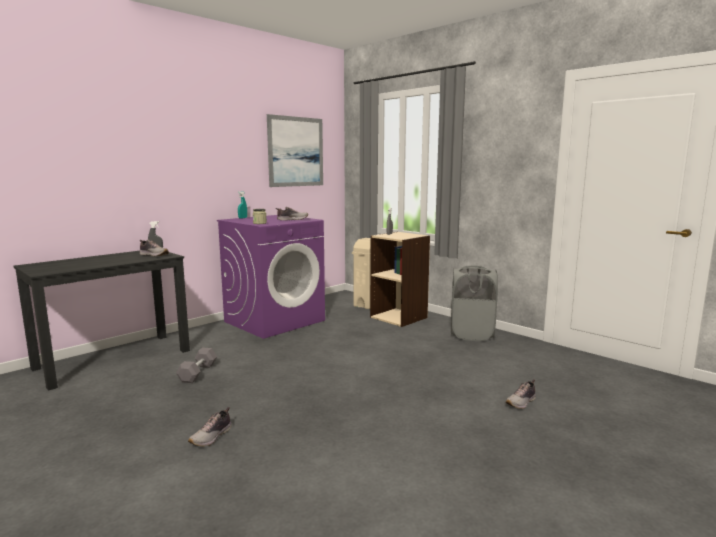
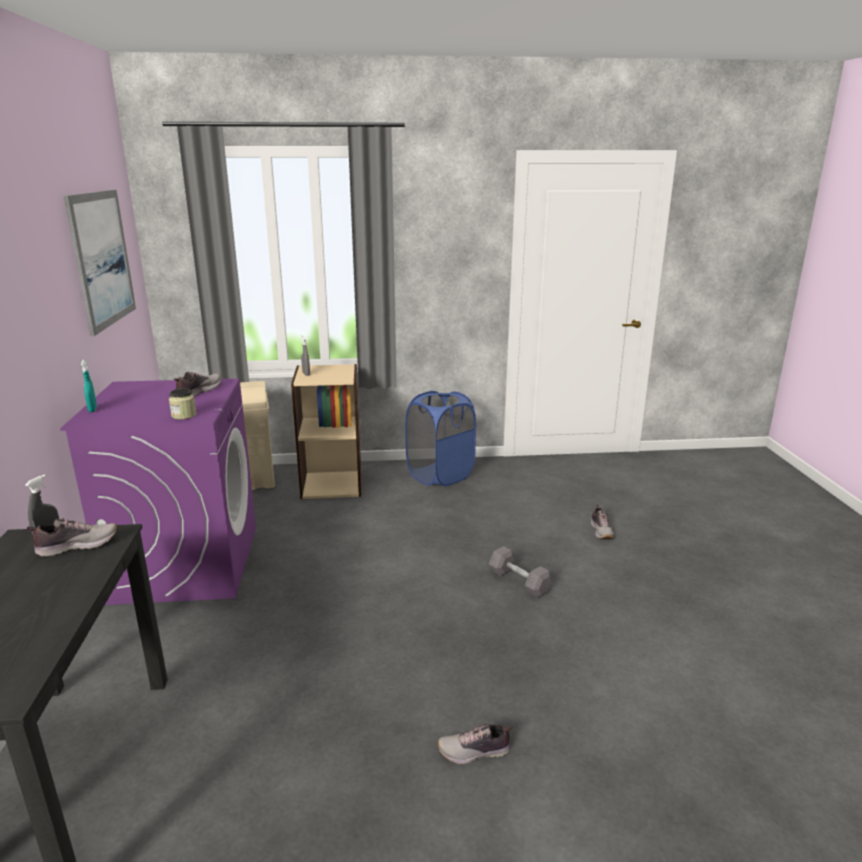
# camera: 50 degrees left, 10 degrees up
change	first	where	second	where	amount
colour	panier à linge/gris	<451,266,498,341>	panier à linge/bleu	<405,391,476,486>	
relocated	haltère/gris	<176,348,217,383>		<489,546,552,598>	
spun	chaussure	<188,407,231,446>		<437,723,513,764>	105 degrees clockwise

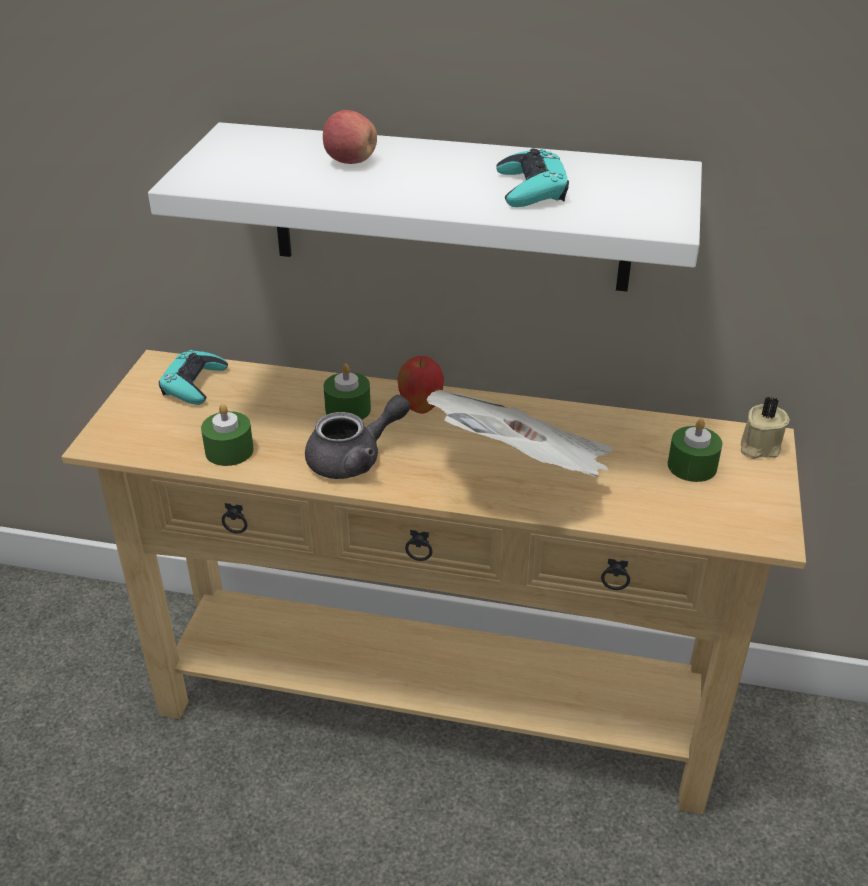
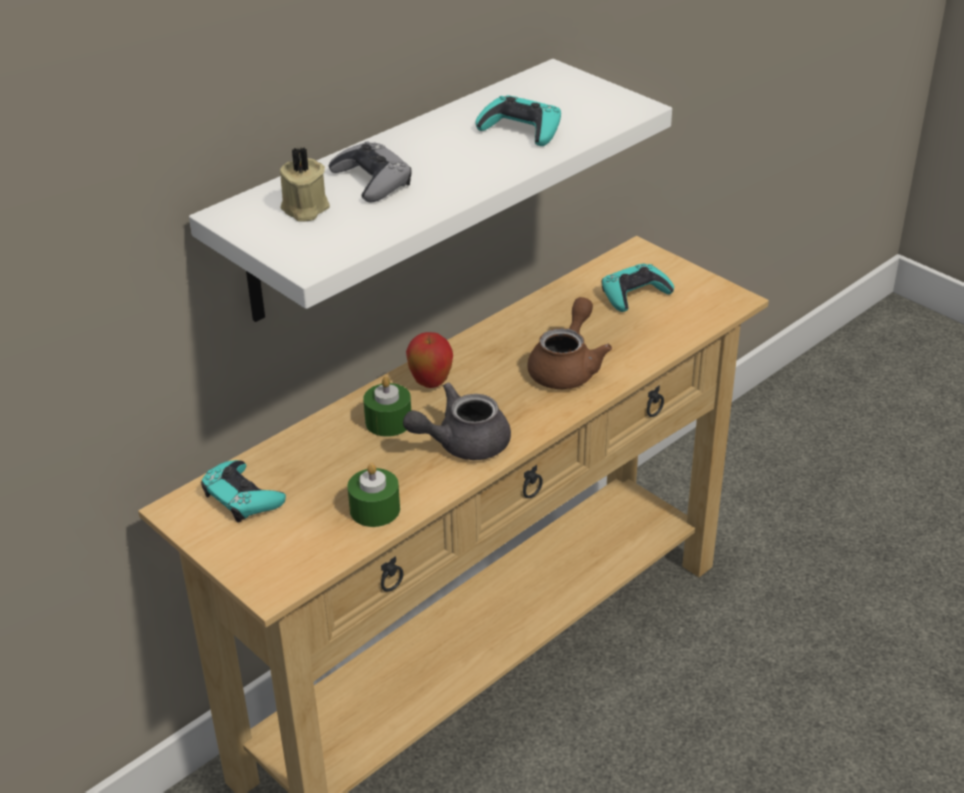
# camera: 55 degrees left, 0 degrees up
change	first	where	second	where	amount
exchanged	pomme	<323,110,377,164>	manette/gris	<329,142,411,203>	
exchanged	journal	<427,390,613,477>	théière/marron	<528,297,612,389>	
spun	théière/gris	<305,395,410,479>		<403,382,511,460>	120 degrees counterclockwise
relocated	bougie/beige	<741,397,790,459>		<280,147,330,222>	
exchanged	bougie/vert	<668,419,722,482>	manette/turquoise	<602,264,674,312>	

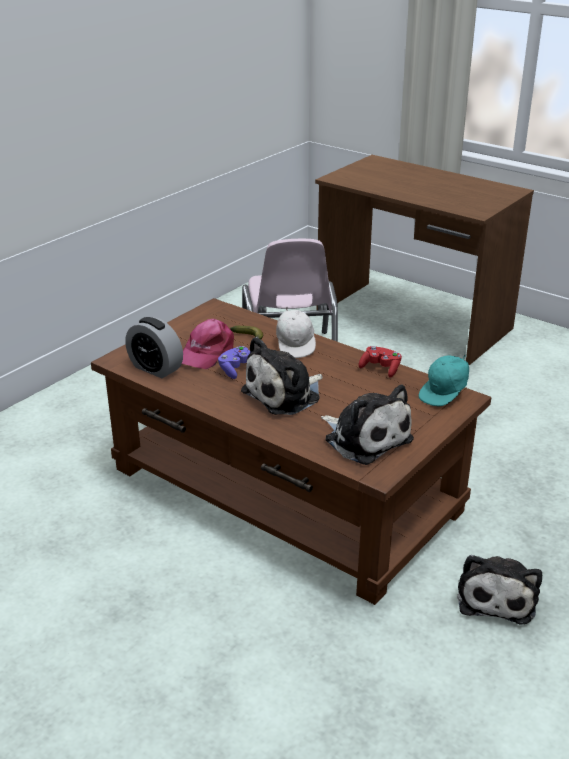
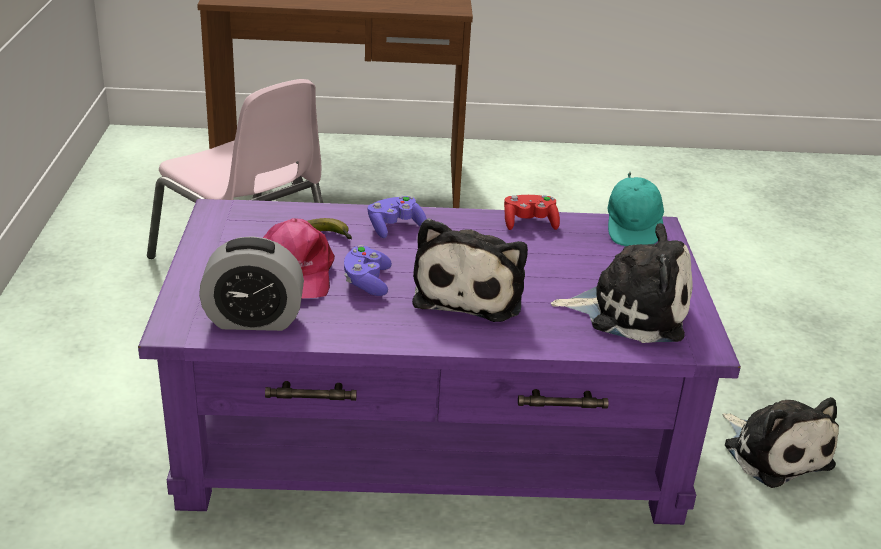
# camera: 40 degrees left, 0 degrees up
change	first	where	second	where	amount
colour	table basse/marron	<91,298,491,605>	table basse/violet	<138,199,741,525>	
exchanged	casquette/blanc	<276,307,316,358>	manette/violet	<367,196,427,238>	

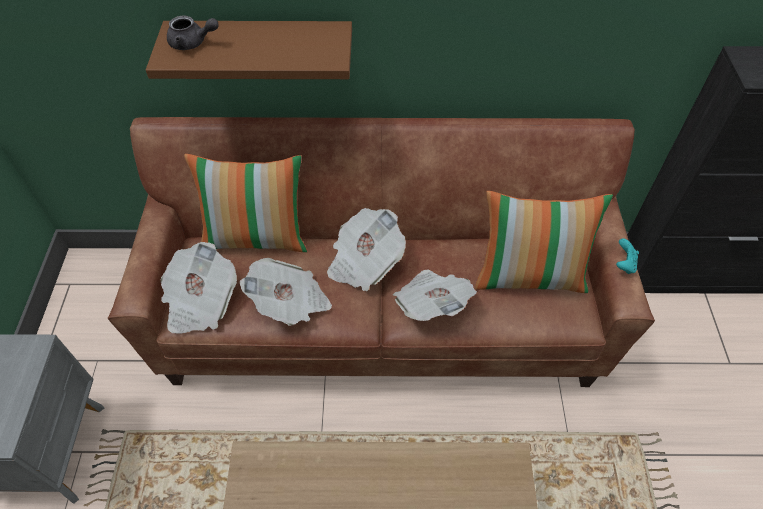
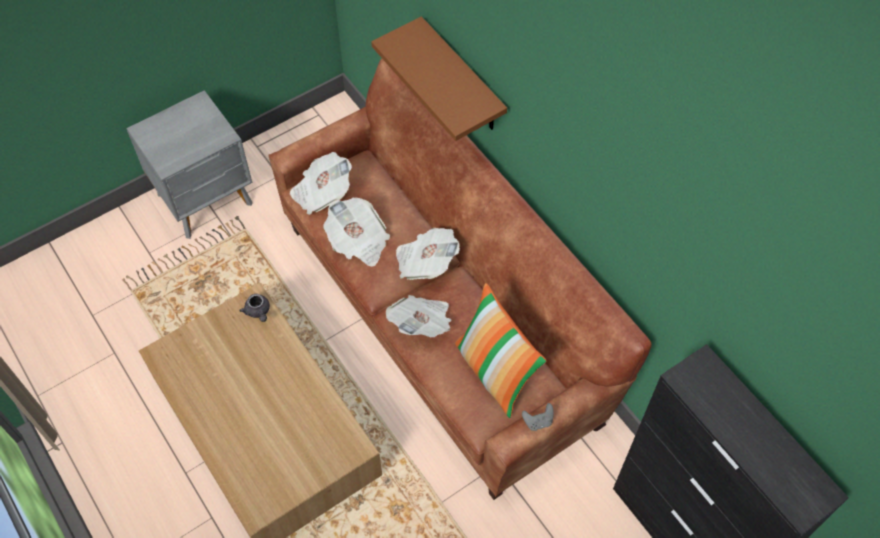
# camera: 55 degrees right, 5 degrees up
change	first	where	second	where	amount
relocated	théière/gris	<167,16,219,50>		<239,294,270,322>	
missing	coussin	<184,154,307,252>			
colour	manette/turquoise	<616,238,639,274>	manette/gris	<522,403,554,431>	

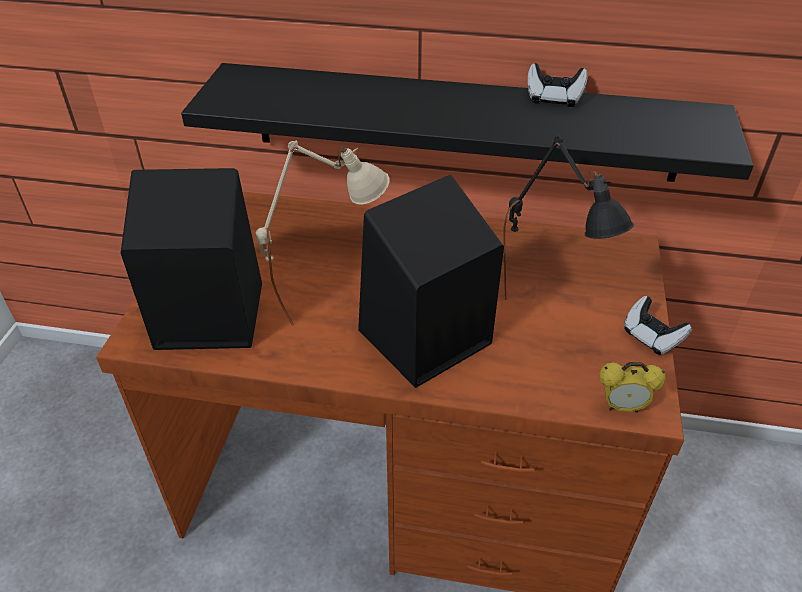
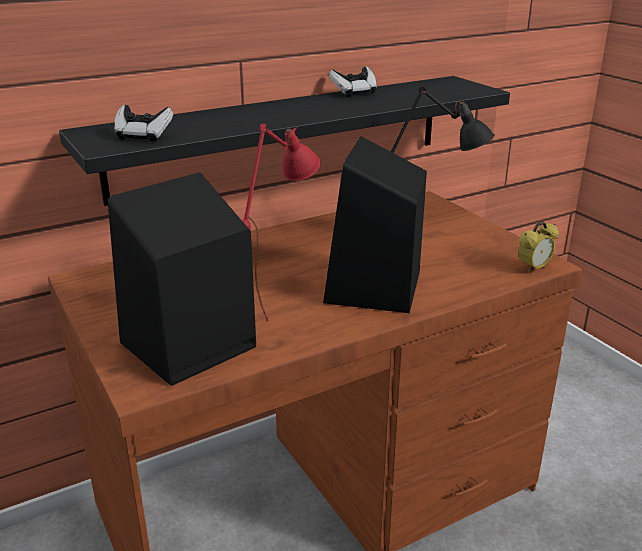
# camera: 40 degrees left, 15 degrees down
change	first	where	second	where	amount
colour	lampe de table/beige	<256,141,389,325>	lampe de table/rouge	<242,123,321,322>	
relocated	manette	<624,296,692,355>		<114,105,173,142>	

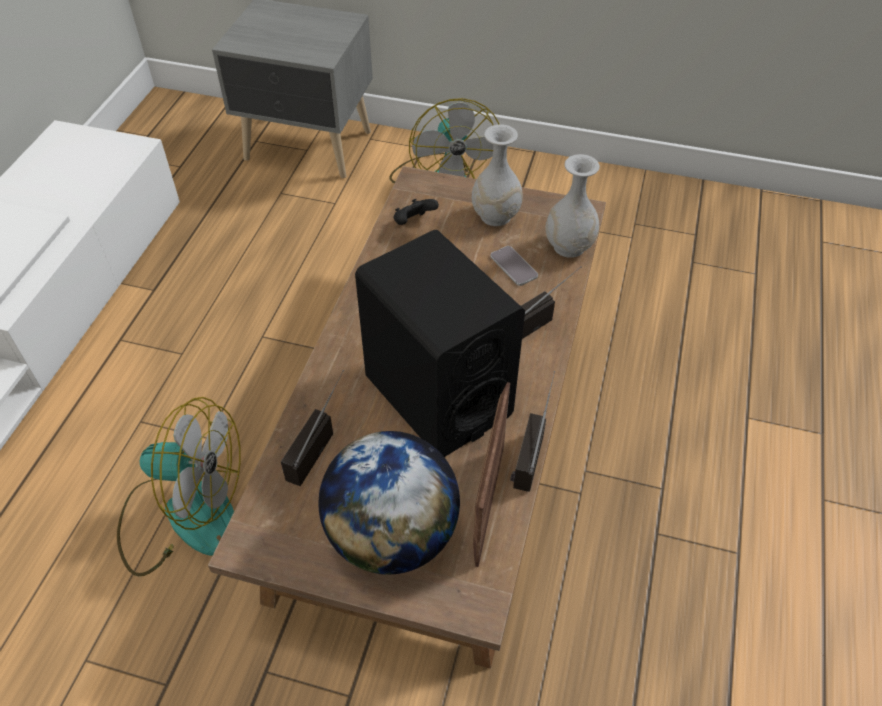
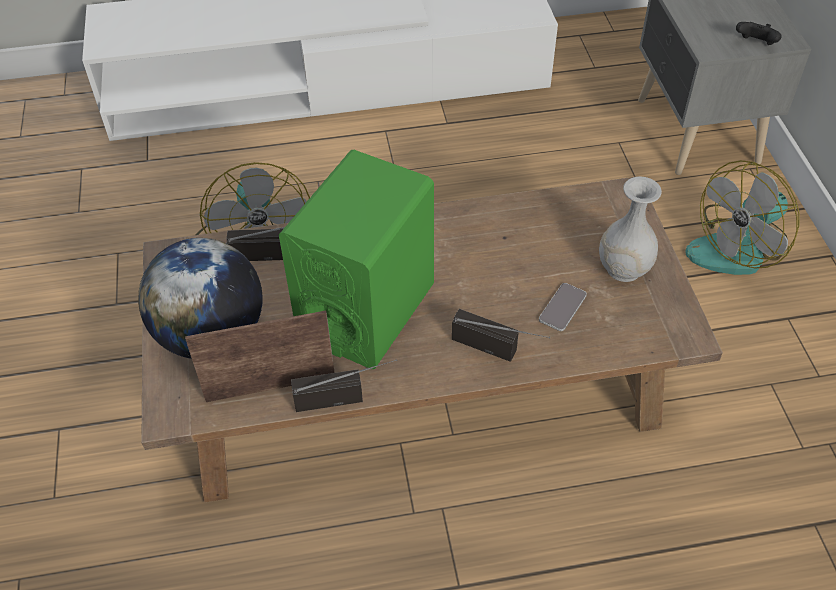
# camera: 65 degrees right, 0 degrees up
change	first	where	second	where	amount
missing	vase/blanc	<546,154,600,258>			
relocated	manette/noir	<394,199,439,225>		<736,22,782,45>	
colour	enceinte/noir	<355,230,525,457>	enceinte/vert	<279,150,434,369>	

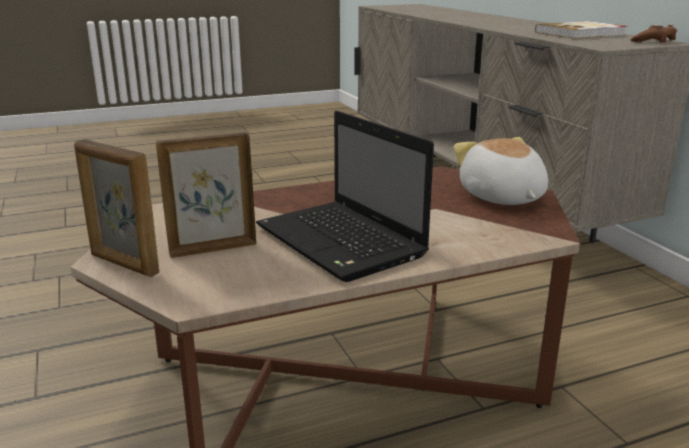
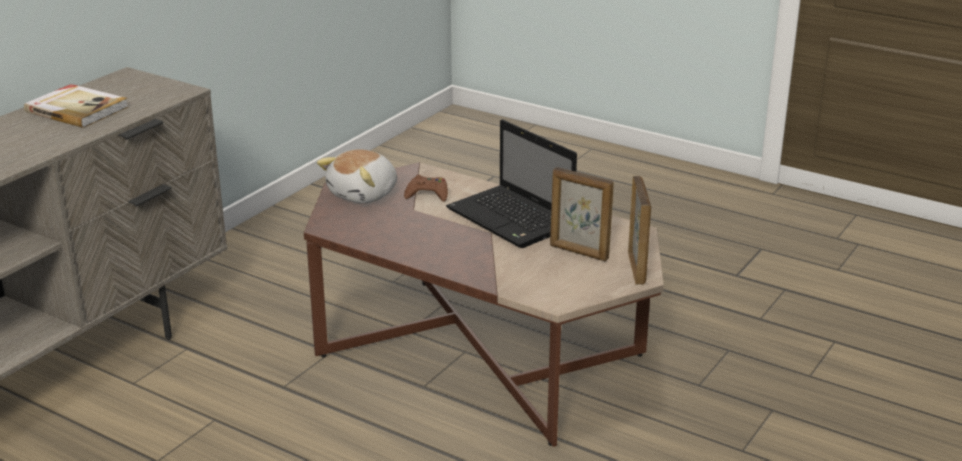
# camera: 125 degrees left, 5 degrees up
change	first	where	second	where	amount
relocated	manette/marron	<631,25,677,43>		<404,175,448,202>	
spun	ordinateur portable	<256,111,434,282>		<446,119,577,248>	120 degrees clockwise

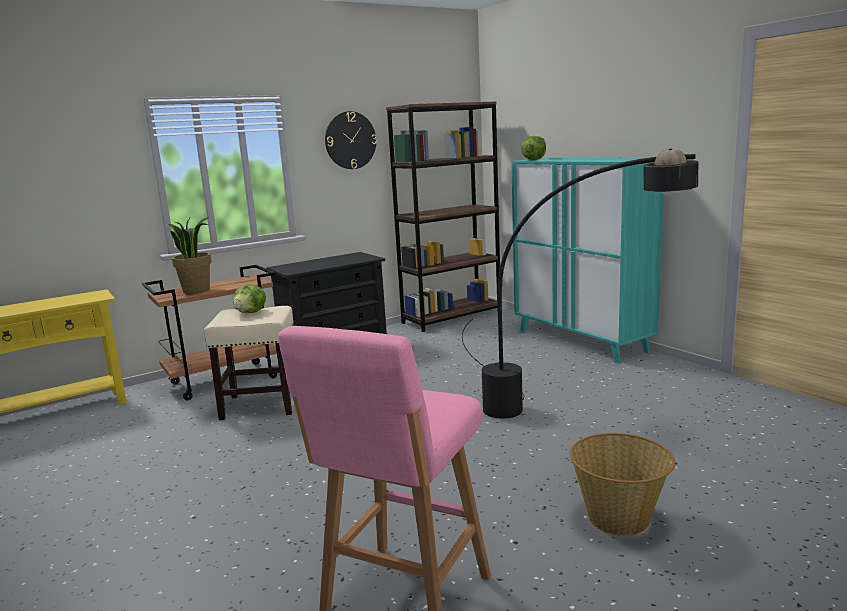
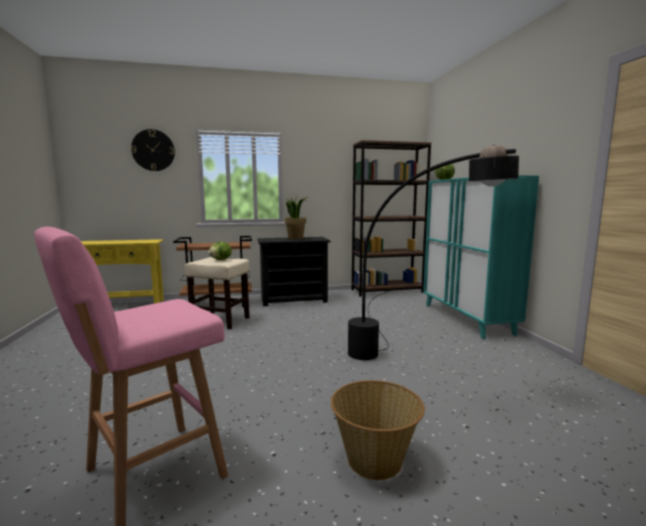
# camera: 20 degrees right, 5 degrees down
change	first	where	second	where	amount
relocated	horloge murale	<325,111,377,169>		<131,129,175,171>	
relocated	plante en pot	<168,216,212,294>		<285,196,307,239>	

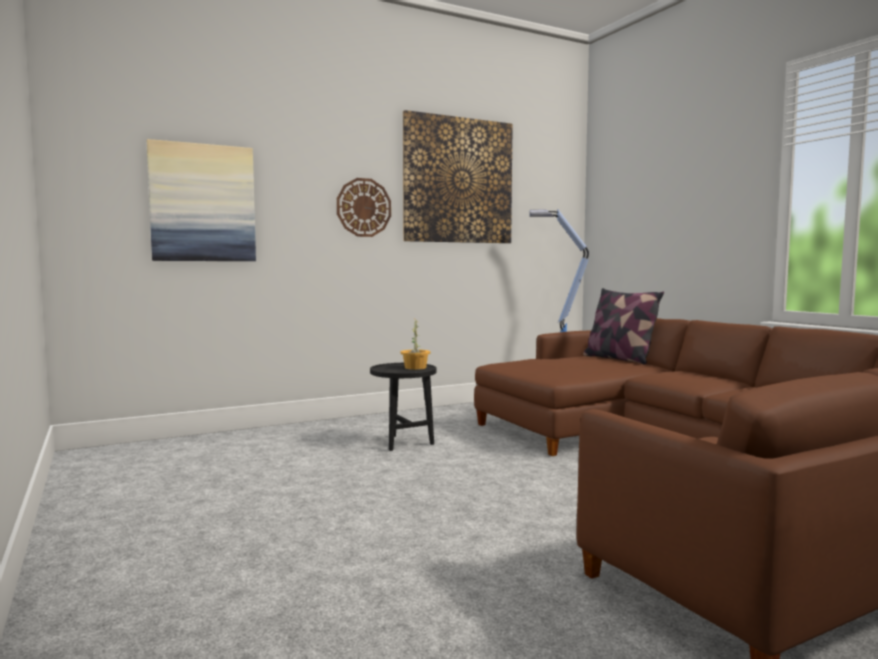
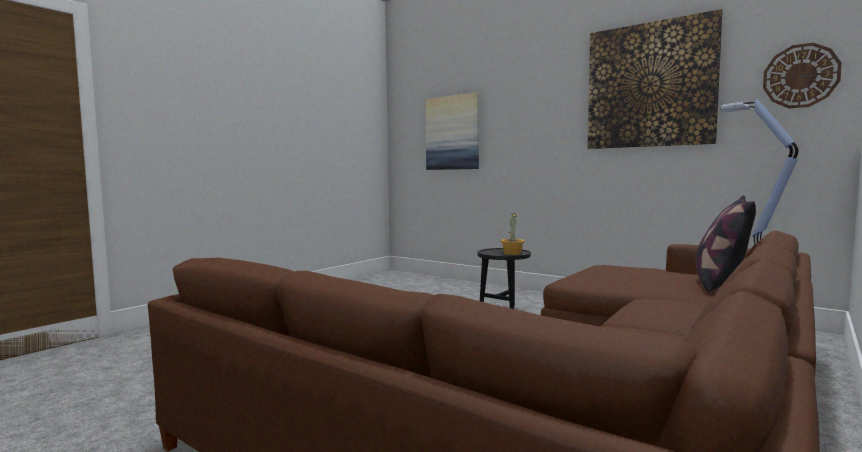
# camera: 65 degrees right, 0 degrees up
change	first	where	second	where	amount
relocated	horloge murale	<337,178,391,237>		<763,43,842,108>	

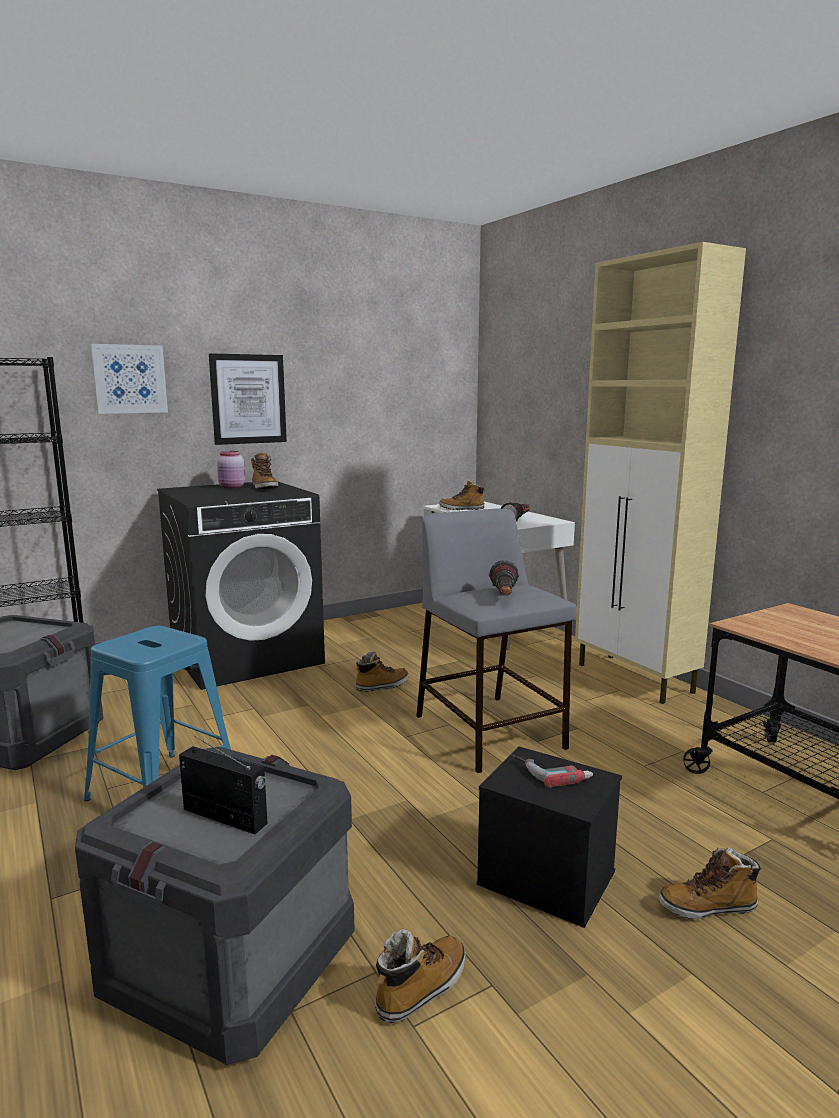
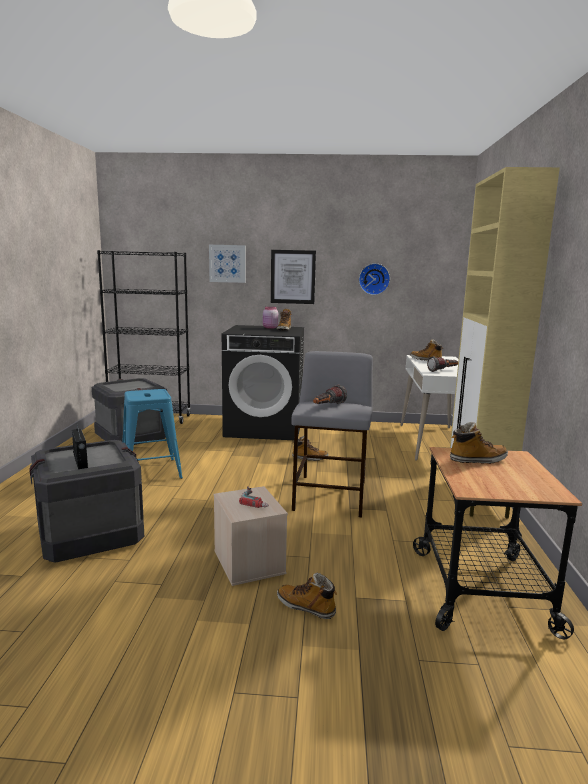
# camera: 35 degrees right, 0 degrees up
change	first	where	second	where	amount
colour	boîte de rangement/noir	<477,746,622,928>	boîte de rangement/beige	<214,486,288,586>	
relocated	botte	<375,928,466,1023>		<450,422,508,464>	
appeared			horloge murale	<359,263,390,295>	

